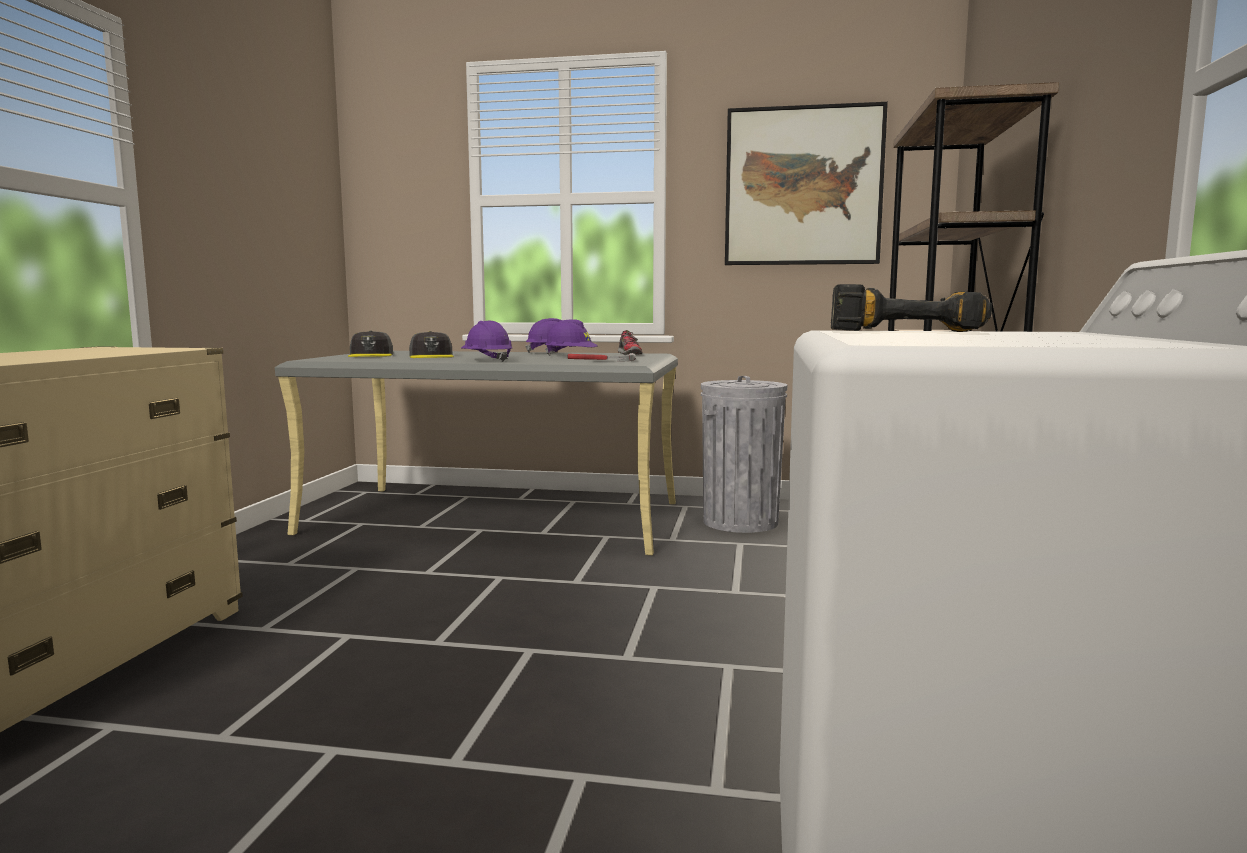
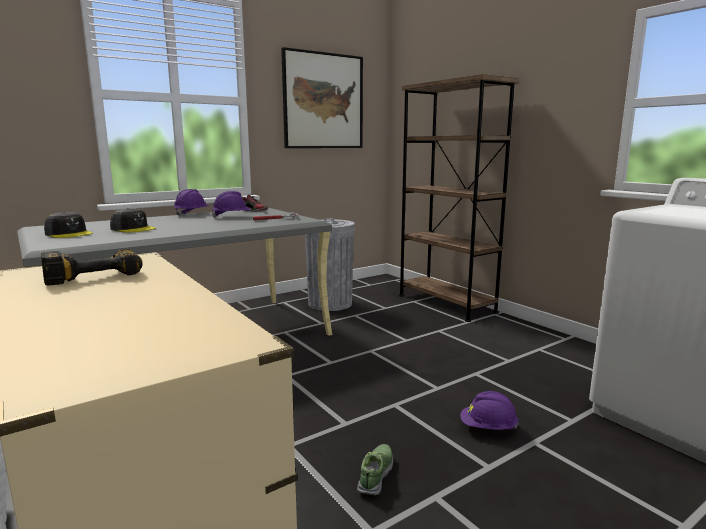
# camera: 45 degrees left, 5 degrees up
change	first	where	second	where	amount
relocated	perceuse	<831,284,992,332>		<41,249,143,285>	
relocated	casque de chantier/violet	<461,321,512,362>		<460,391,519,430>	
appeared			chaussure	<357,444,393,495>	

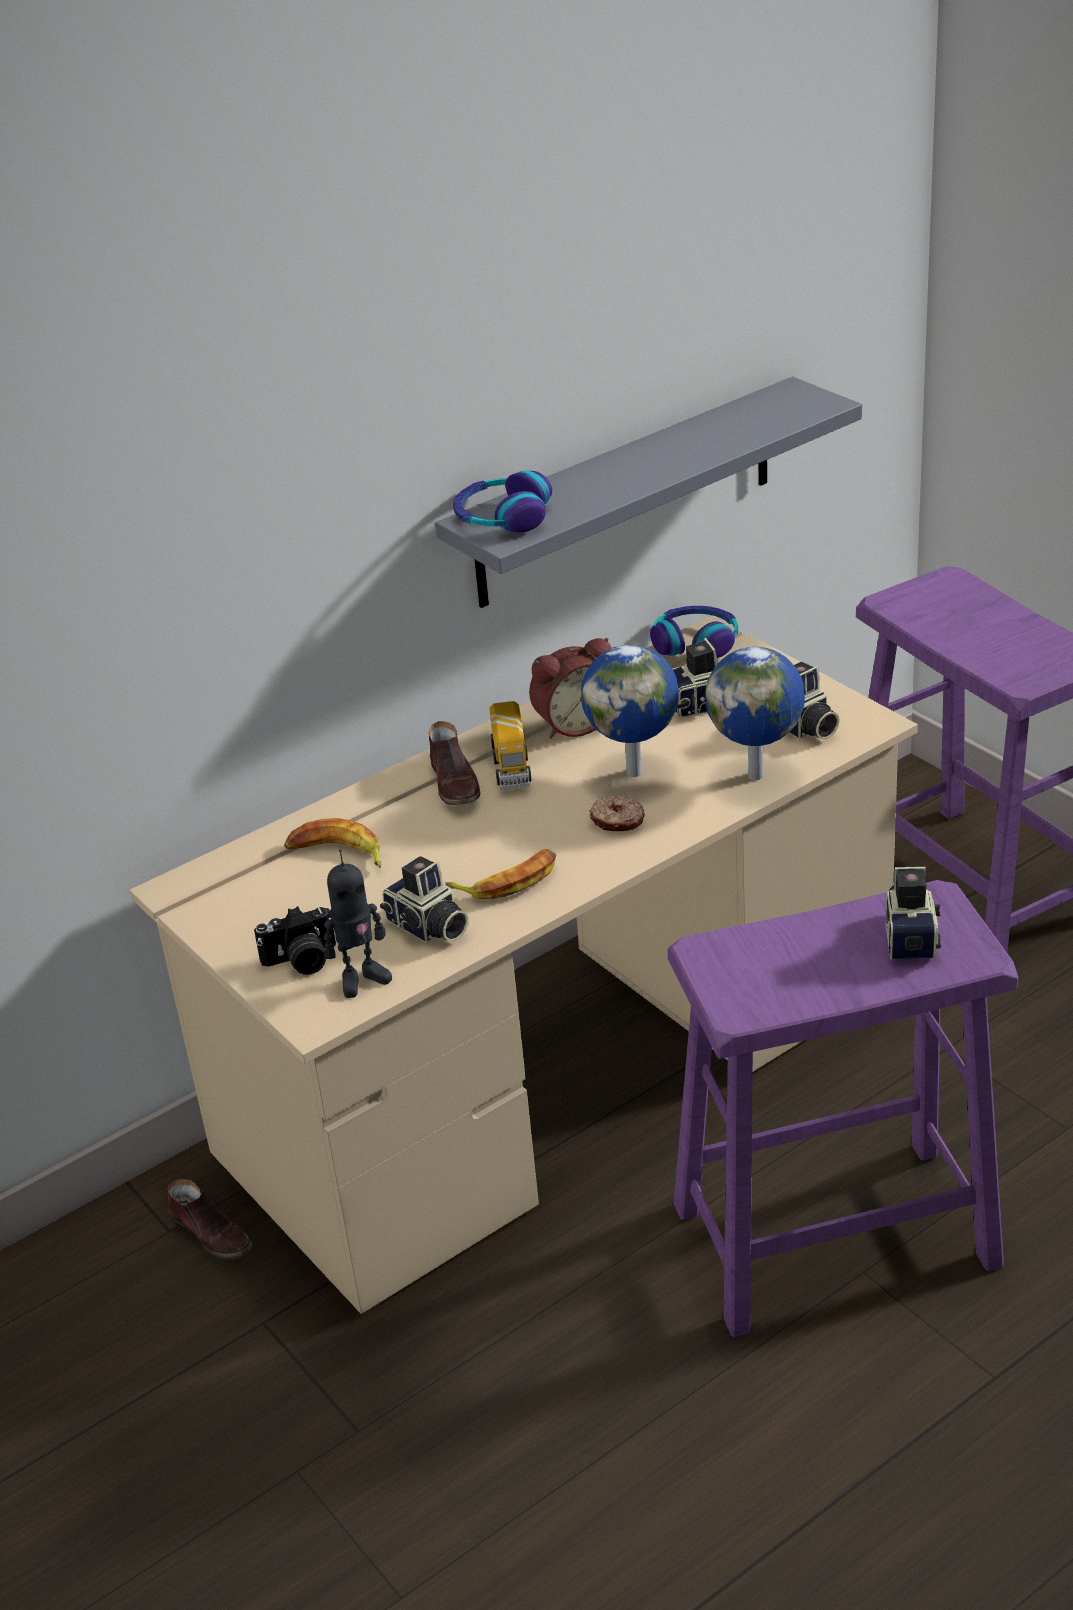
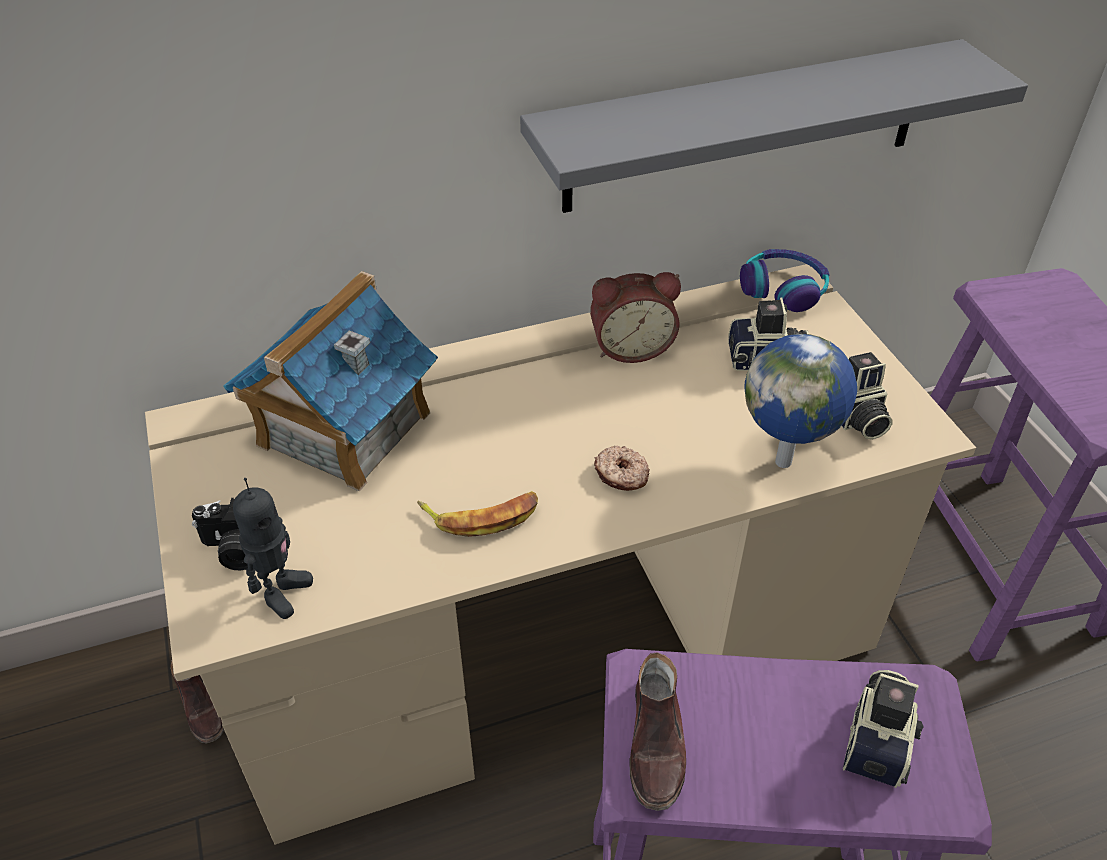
# camera: 15 degrees right, 10 degrees up
change	first	where	second	where	amount
missing	casque audio	<453,470,552,533>			
missing	globe	<581,645,679,777>			
missing	camion jouet	<489,701,531,790>			
relocated	chaussure/marron	<429,721,481,805>		<629,652,686,811>	
exchanged	banane	<284,818,381,868>	maison miniature	<223,271,438,492>	
spun	robot jouet	<324,850,392,998>		<233,478,313,619>	60 degrees counterclockwise
missing	appareil photo	<380,856,469,943>			

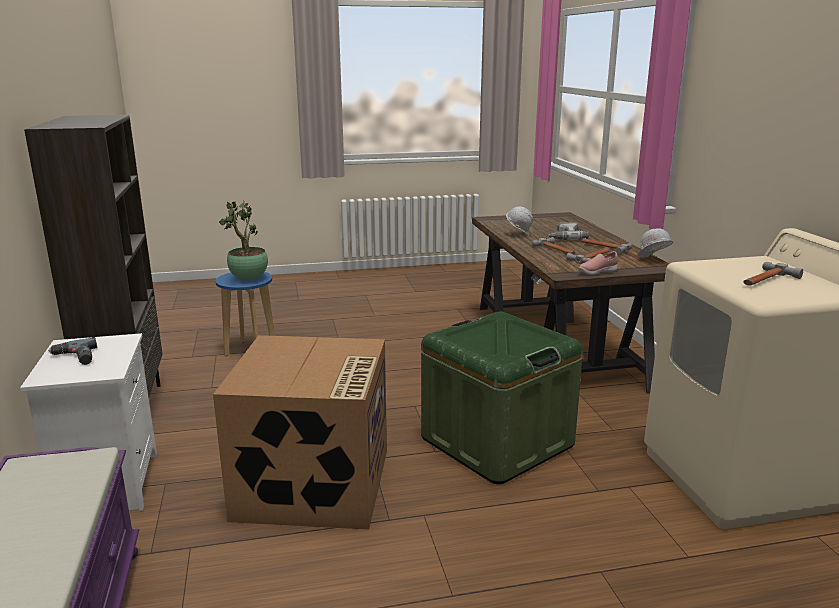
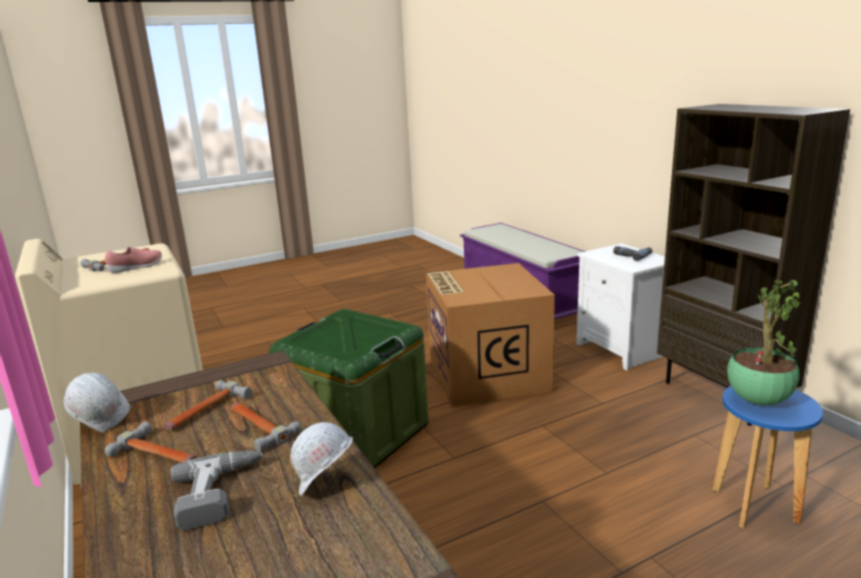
# camera: 165 degrees right, 0 degrees up
change	first	where	second	where	amount
relocated	chaussure/rose	<578,251,618,275>		<105,247,162,273>	

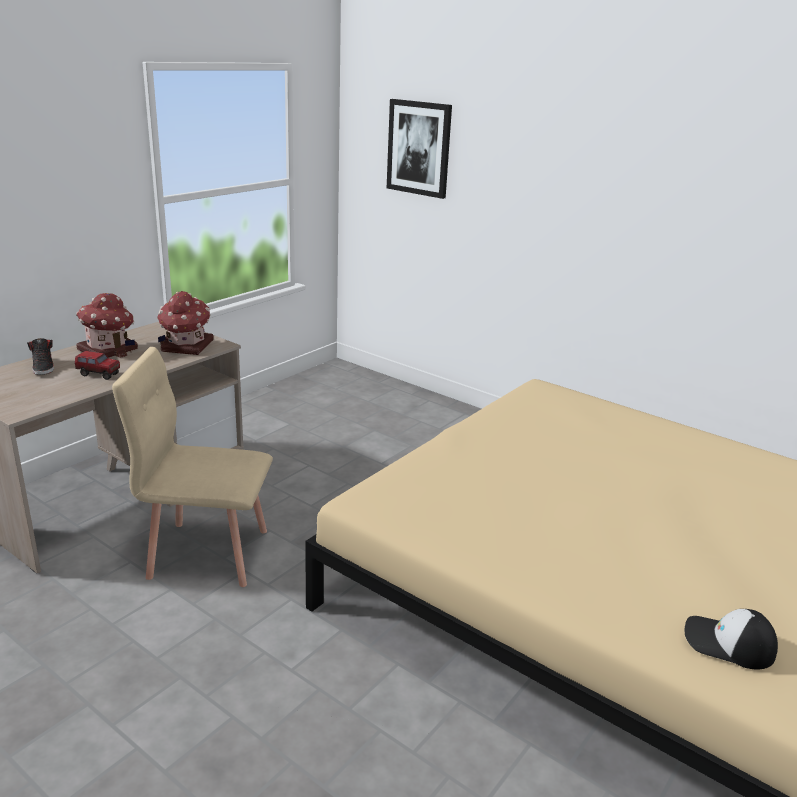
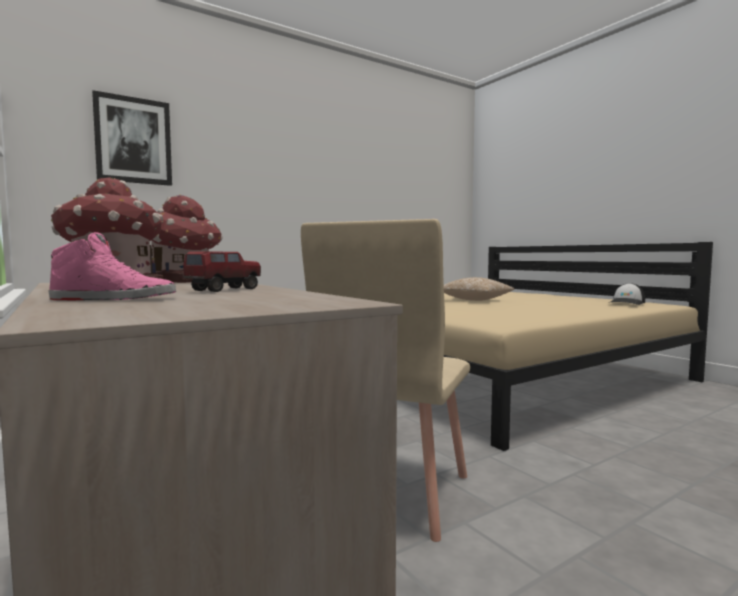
# camera: 70 degrees left, 20 degrees down
change	first	where	second	where	amount
colour	chaussure/noir	<27,338,54,375>	chaussure/rose	<48,232,176,300>	
appeared			coussin	<444,277,514,301>	

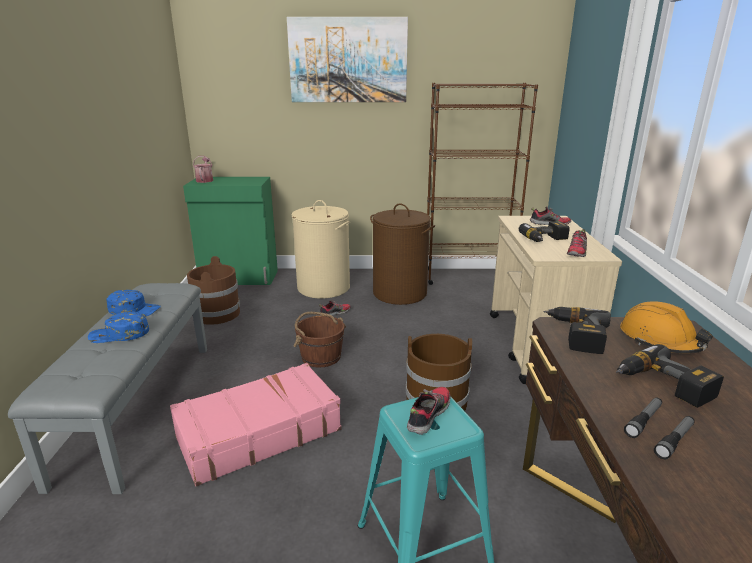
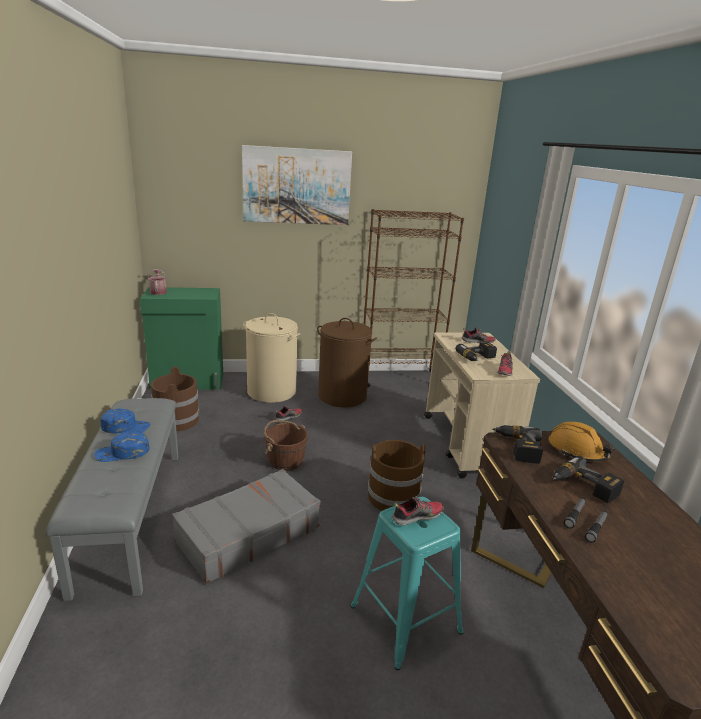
# camera: 10 degrees left, 0 degrees up
change	first	where	second	where	amount
colour	valise/rose	<170,363,341,486>	valise/gris	<172,469,320,584>	
spun	chaussure	<407,387,450,435>		<392,496,444,526>	45 degrees clockwise

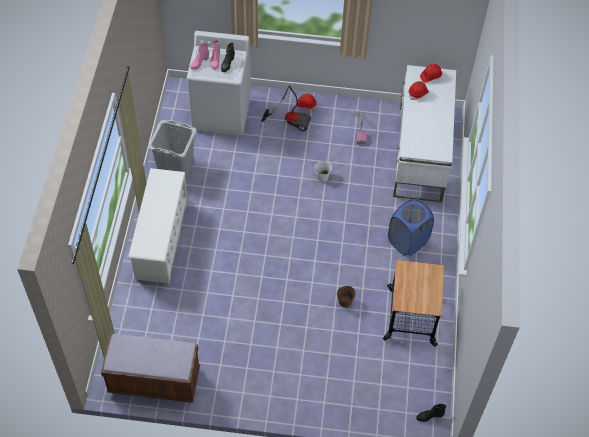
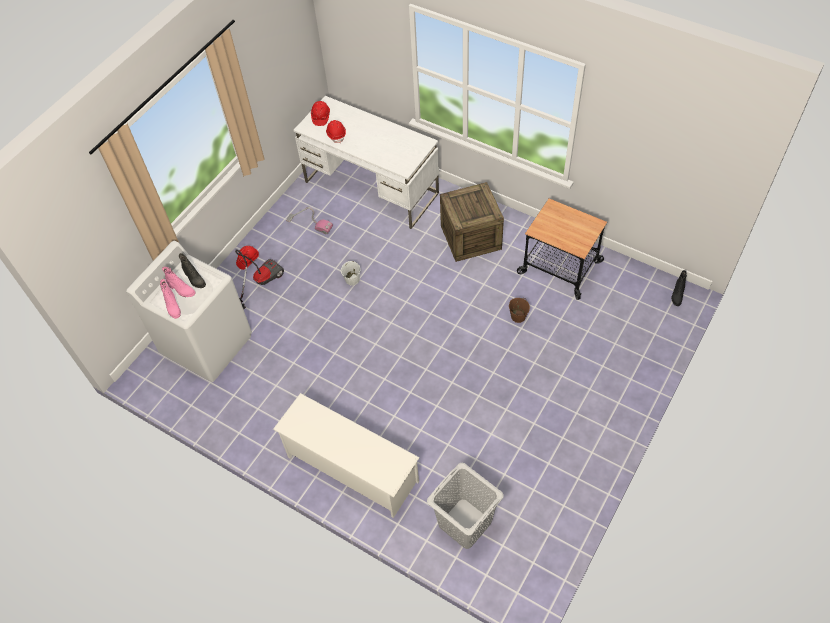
# camera: 60 degrees left, 0 degrees up
change	first	where	second	where	amount
relocated	panier à linge/gris	<148,120,197,179>		<427,463,504,549>	
exchanged	panier à linge/bleu	<388,200,434,256>	caisse	<440,182,504,262>	
missing	banc/marron	<101,334,200,403>			

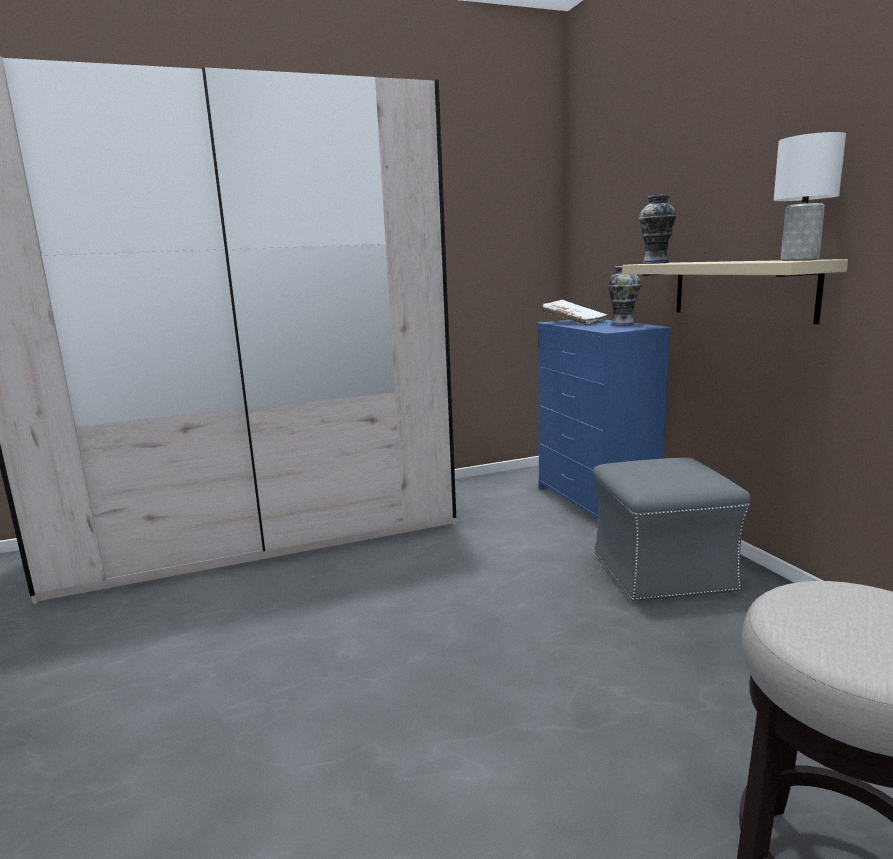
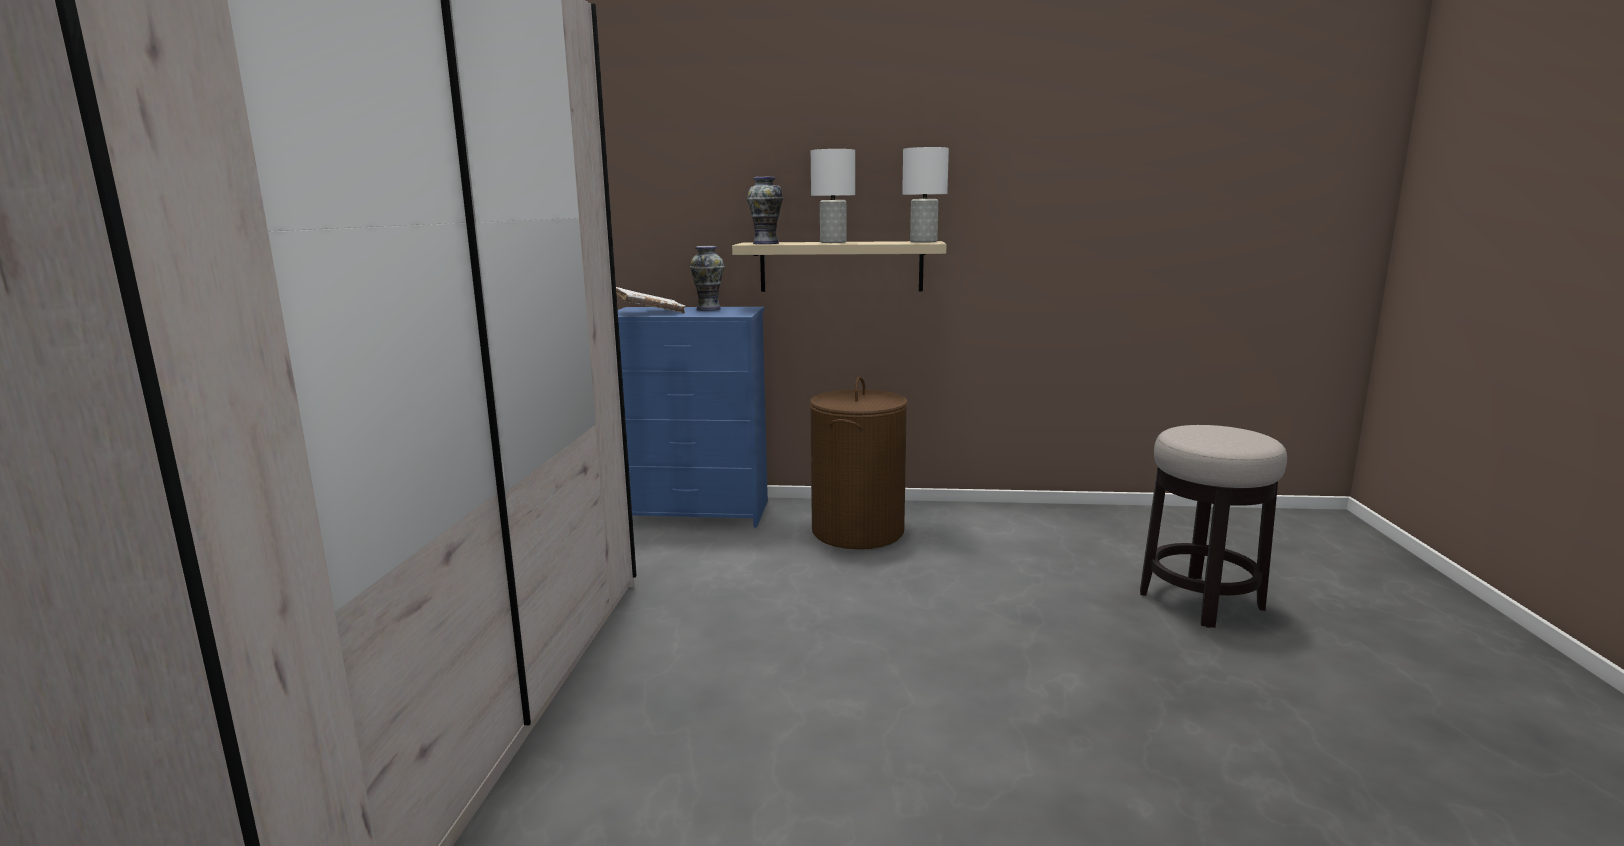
# camera: 65 degrees left, 0 degrees up
change	first	where	second	where	amount
exchanged	pouf/gris	<593,458,751,602>	panier à linge/marron	<810,377,908,549>	
appeared			lampe de table/blanc	<811,149,855,243>	

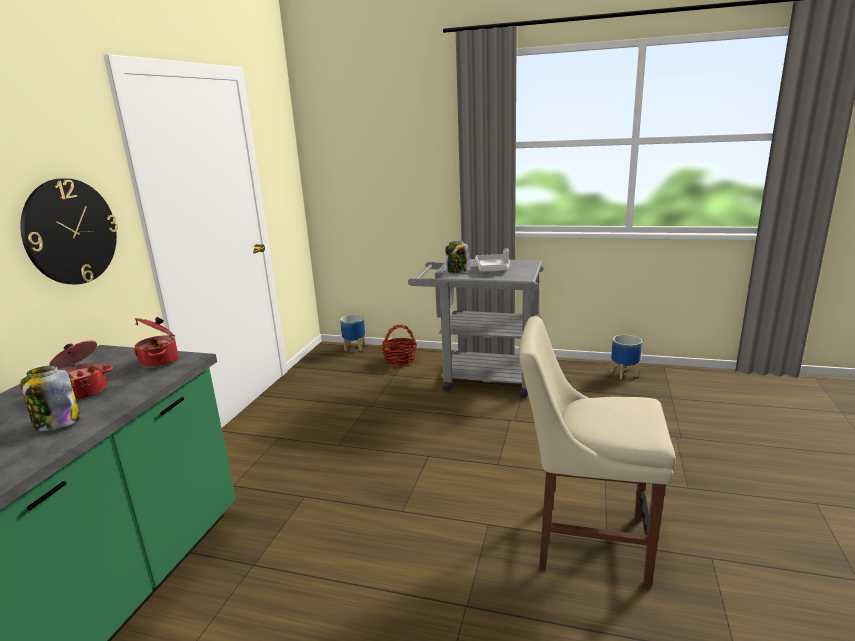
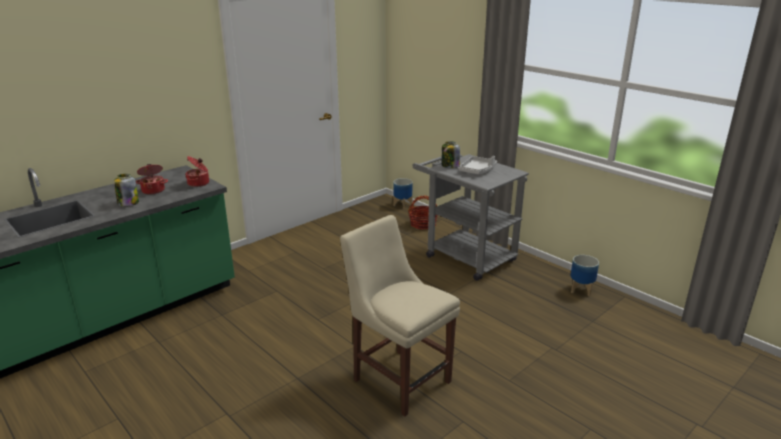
# camera: 30 degrees right, 5 degrees up
change	first	where	second	where	amount
missing	horloge murale	<20,178,118,284>			

